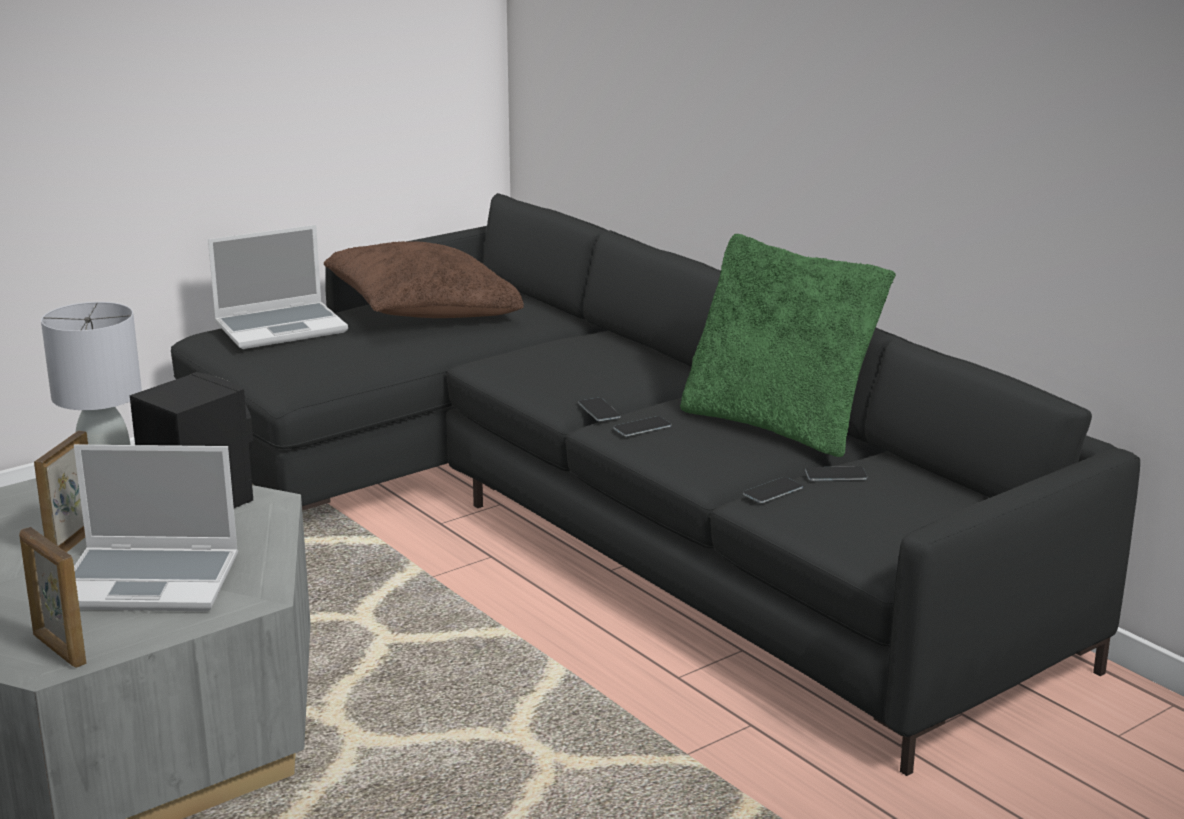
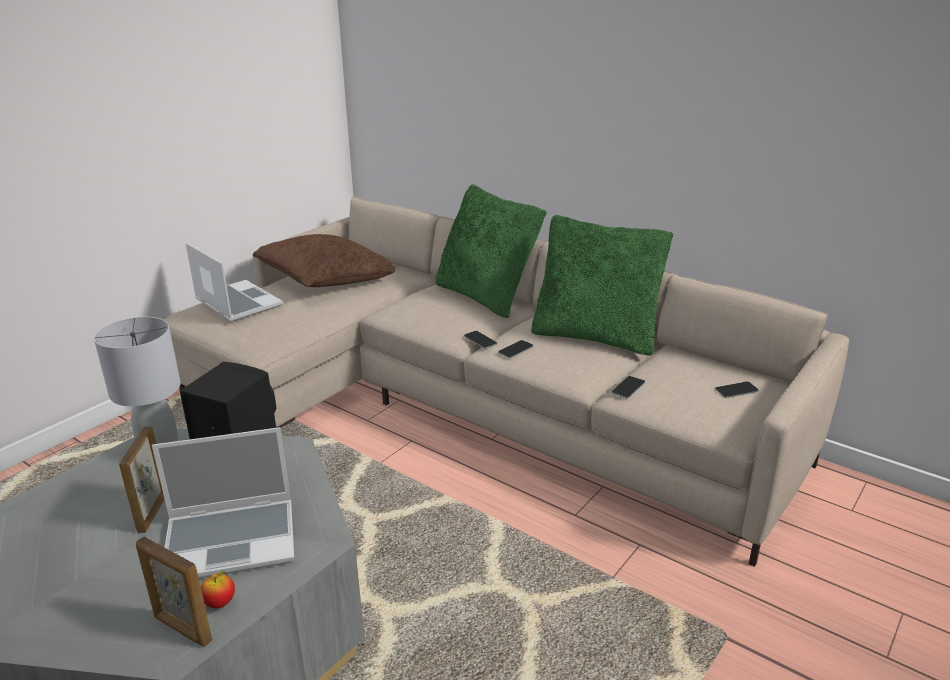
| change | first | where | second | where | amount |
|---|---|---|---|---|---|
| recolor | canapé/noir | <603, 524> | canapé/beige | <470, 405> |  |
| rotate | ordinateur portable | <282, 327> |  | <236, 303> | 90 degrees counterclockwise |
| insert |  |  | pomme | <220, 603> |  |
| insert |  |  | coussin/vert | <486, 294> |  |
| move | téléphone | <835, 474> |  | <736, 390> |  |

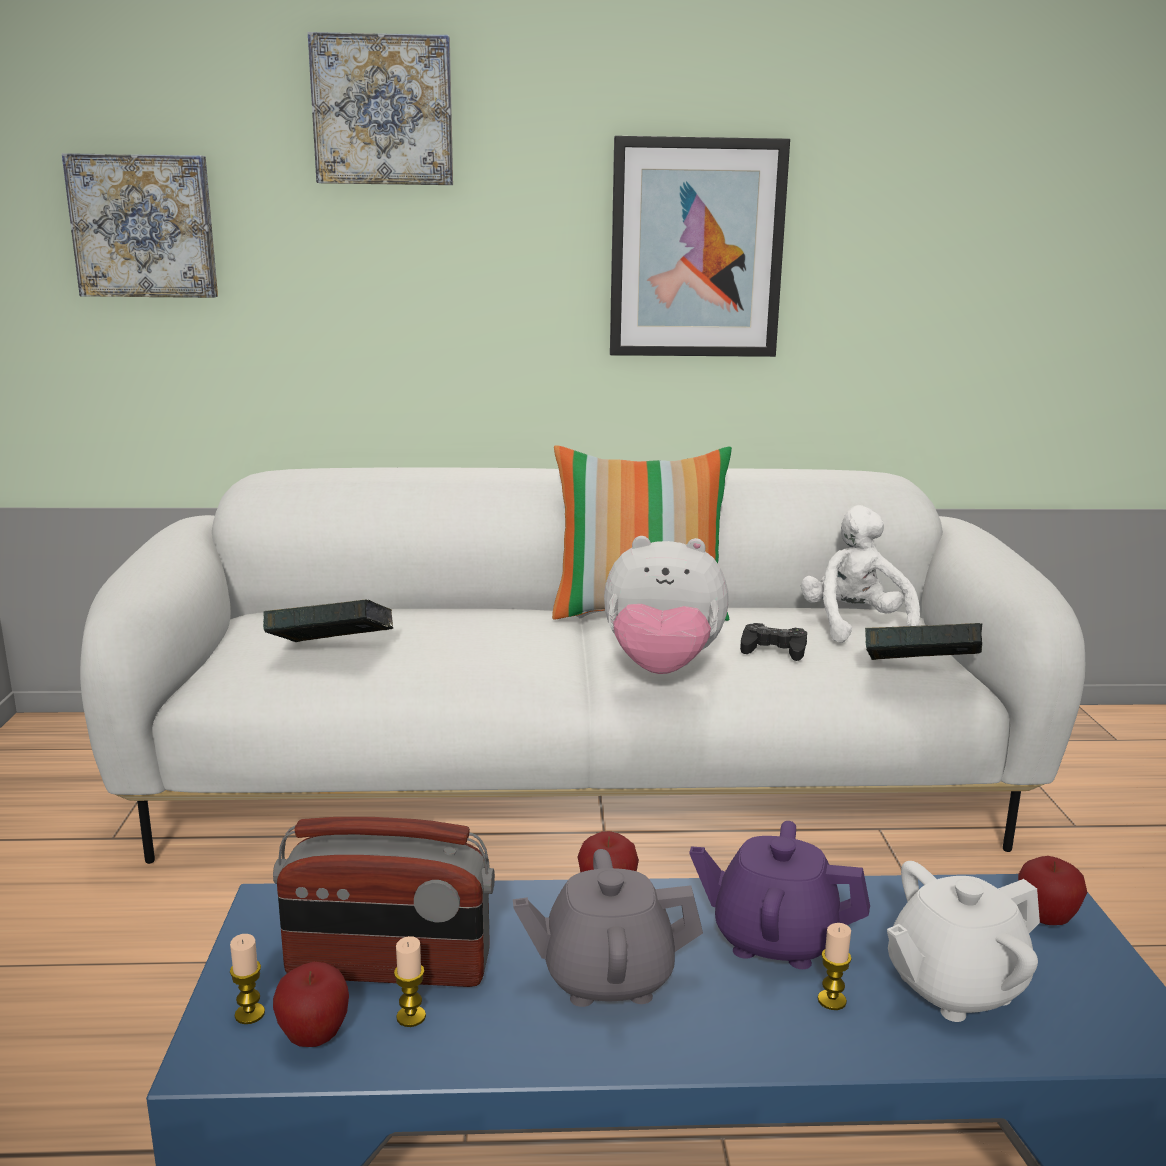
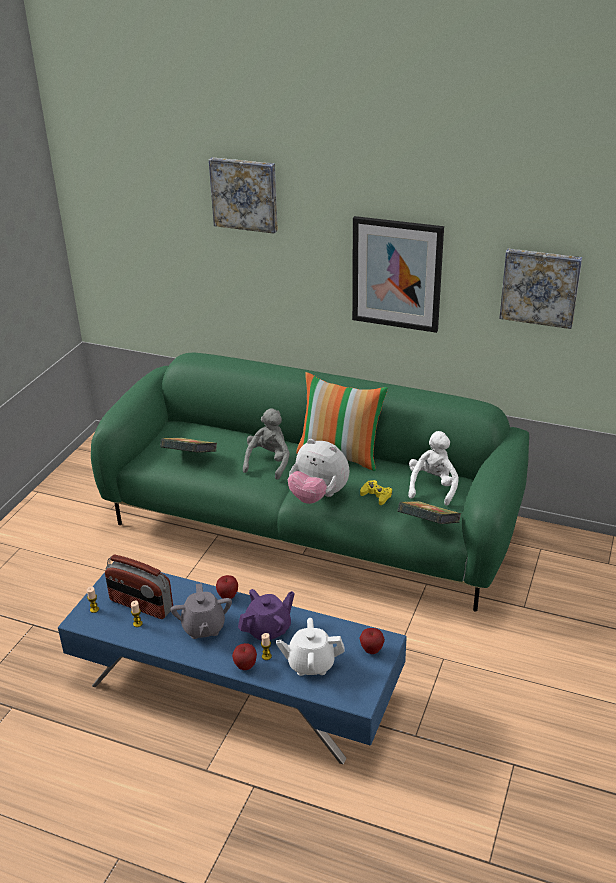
| change | first | where | second | where | amount |
|---|---|---|---|---|---|
| recolor | canapé/blanc | <581, 784> | canapé/vert | <310, 526> |  |
| rotate | théière/gris | <606, 977> |  | <203, 627> | 120 degrees counterclockwise |
| move | pomme | <314, 1037> |  | <245, 666> |  |
| rotate | théière/violet | <773, 939> |  | <268, 630> | 105 degrees clockwise |
| insert |  |  | peluche/gris | <269, 462> |  |
| recolor | manette/noir | <773, 650> | manette/jaune | <376, 495> |  |
| move | tableau | <144, 226> |  | <540, 287> |  |

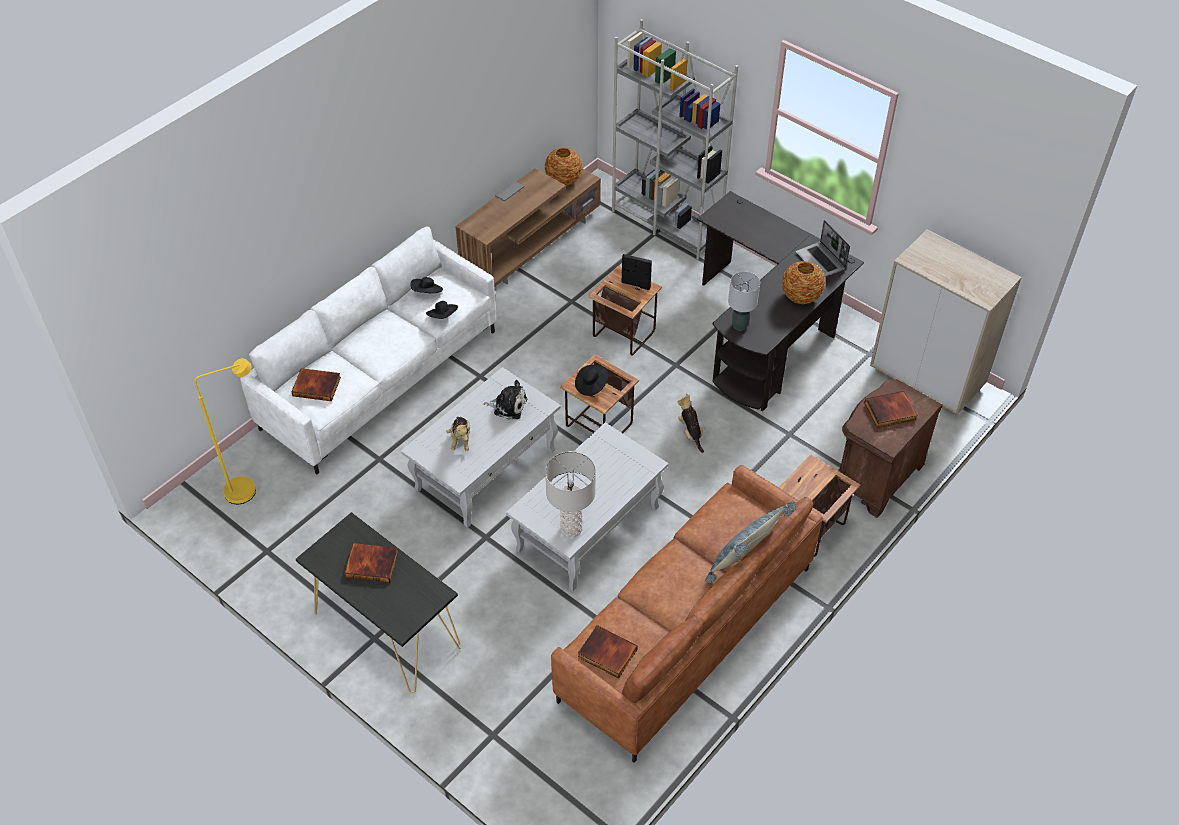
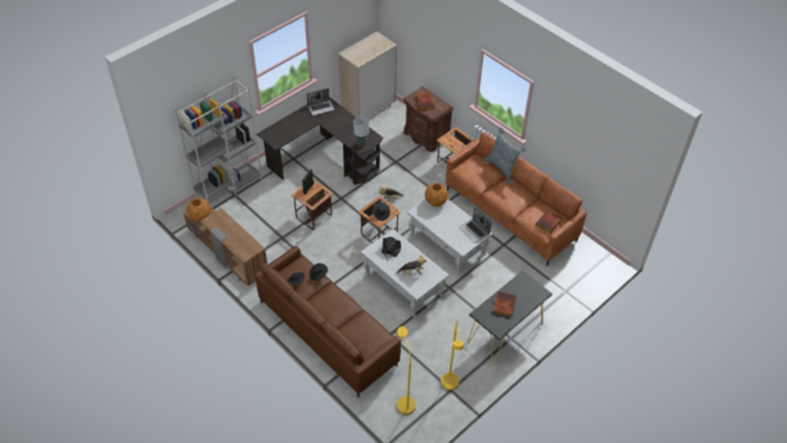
| change | first | where | second | where | amount |
|---|---|---|---|---|---|
| recolor | canapé/blanc | <382, 381> | canapé/marron | <328, 332> |  |
| move | vase | <801, 296> |  | <435, 201> |  |
| insert |  |  | lampadaire/jaune | <450, 387> |  |
| replace | lampe de table/blanc | <571, 529> | ordinateur portable | <475, 231> |  |
| delete | livre | <317, 386> |  |  |  |

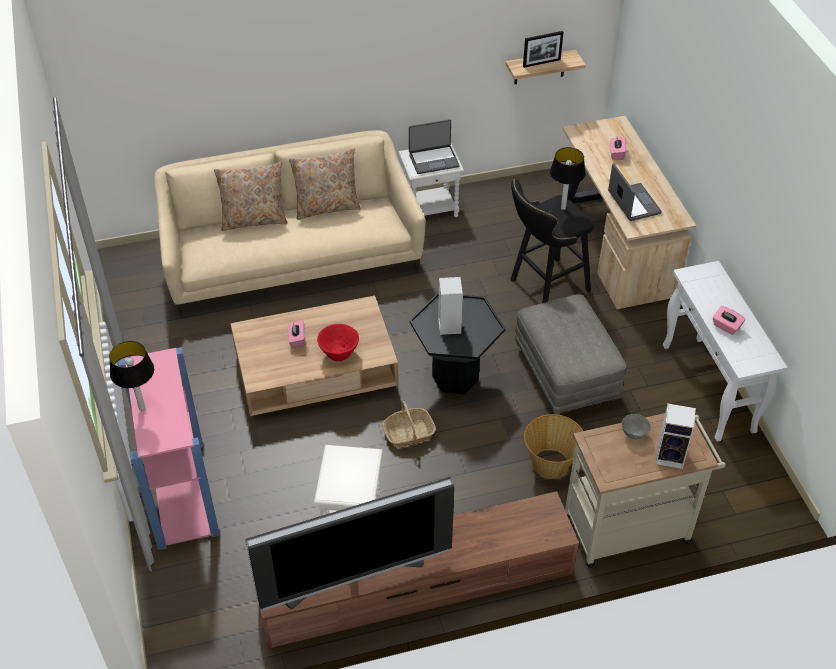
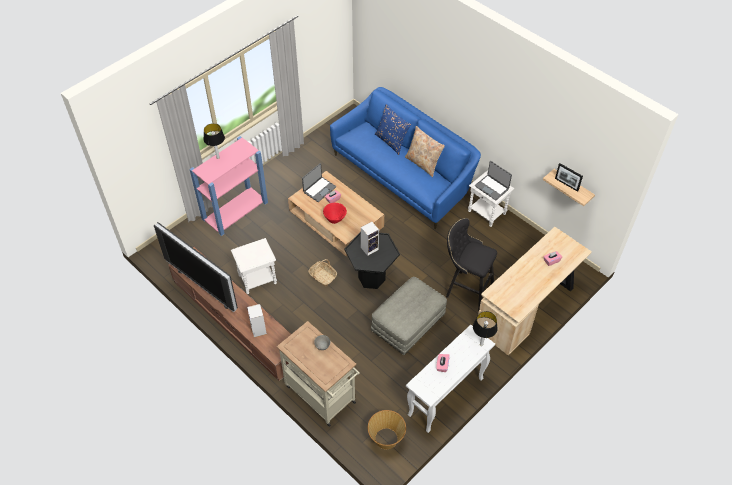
| change | first | where | second | where | amount |
|---|---|---|---|---|---|
| move | enceinte | <671, 456> |  | <259, 330> |  |
| move | ordinateur portable | <633, 203> |  | <319, 189> |  |
| recolor | canapé/beige | <291, 258> | canapé/bleu | <404, 175> |  |
| move | panier | <551, 464> |  | <386, 439> |  |
| recolor | coussin/beige | <254, 220> | coussin/bleu | <391, 141> |  |
| move | lampe de table | <563, 208> |  | <481, 343> |  |

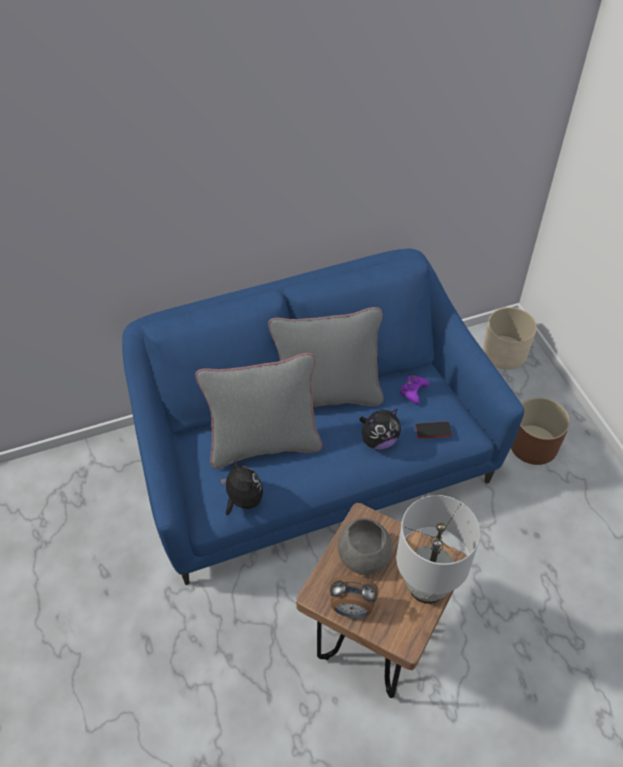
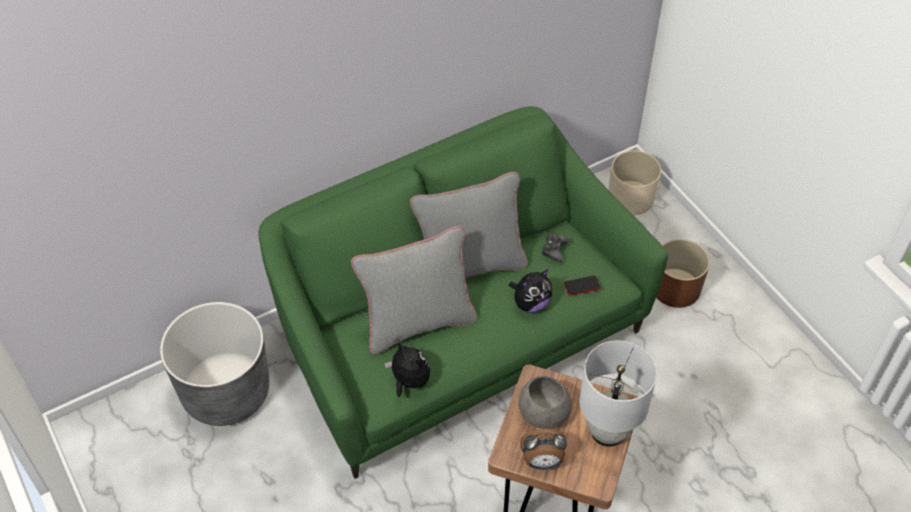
| change | first | where | second | where | amount |
|---|---|---|---|---|---|
| insert |  |  | cache-pot/gris | <226, 392> |  |
| recolor | canapé/bleu | <312, 461> | canapé/vert | <456, 336> |  |
| recolor | manette/violet | <413, 391> | manette/noir | <554, 250> |  |

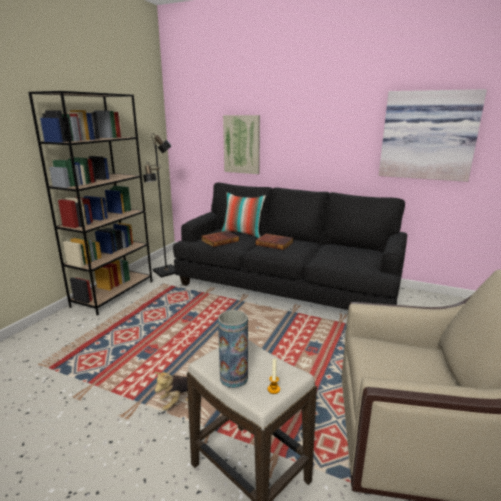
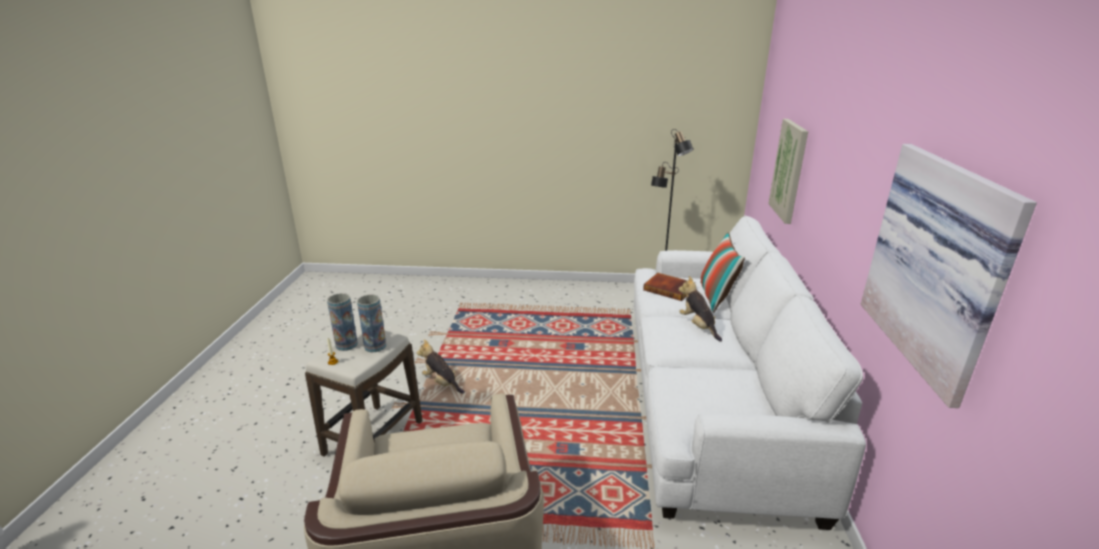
| change | first | where | second | where | amount |
|---|---|---|---|---|---|
| insert |  |  | vase | <375, 346> |  |
| recolor | canapé/noir | <286, 287> | canapé/blanc | <710, 399> |  |
| replace | livre | <275, 243> | peluche | <698, 326> |  |
| delete | bibliothèque/beige | <113, 293> |  |  |  |

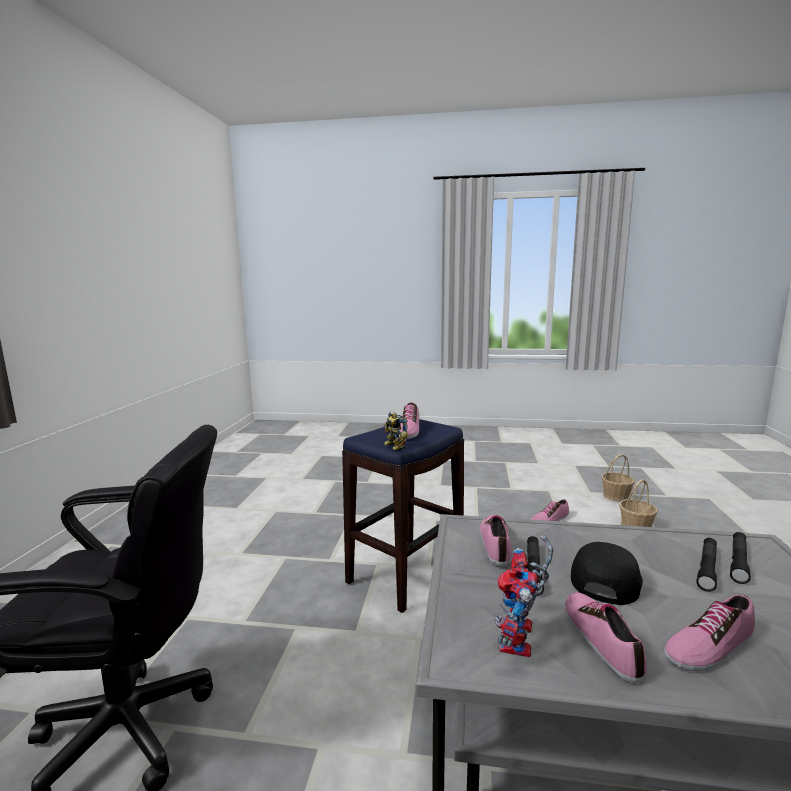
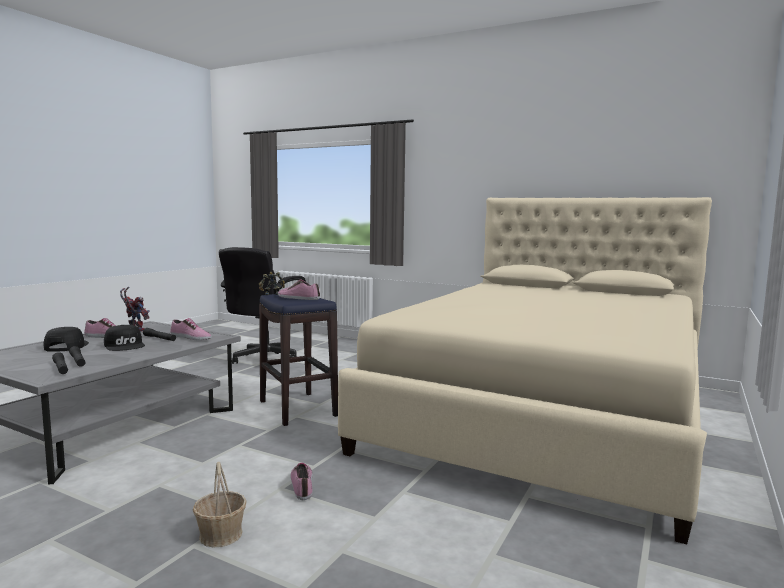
| change | first | where | second | where | amount |
|---|---|---|---|---|---|
| replace | chaussure | <708, 645> | casquette/noir | <66, 346> |  |
| insert |  |  | lit/beige | <547, 414> |  |
| delete | panier | <616, 496> |  |  |  |

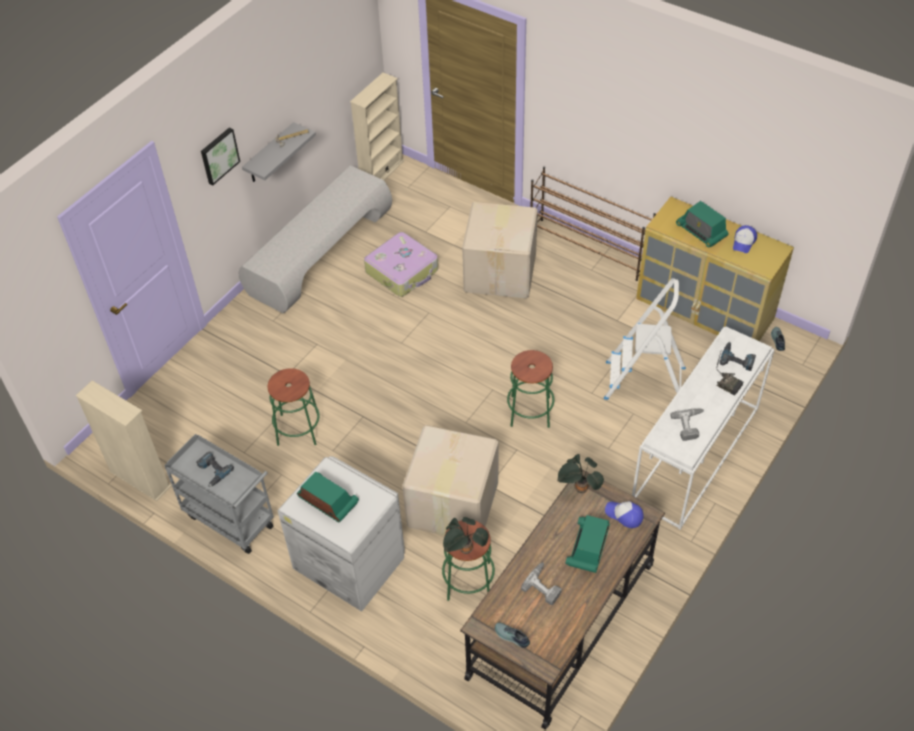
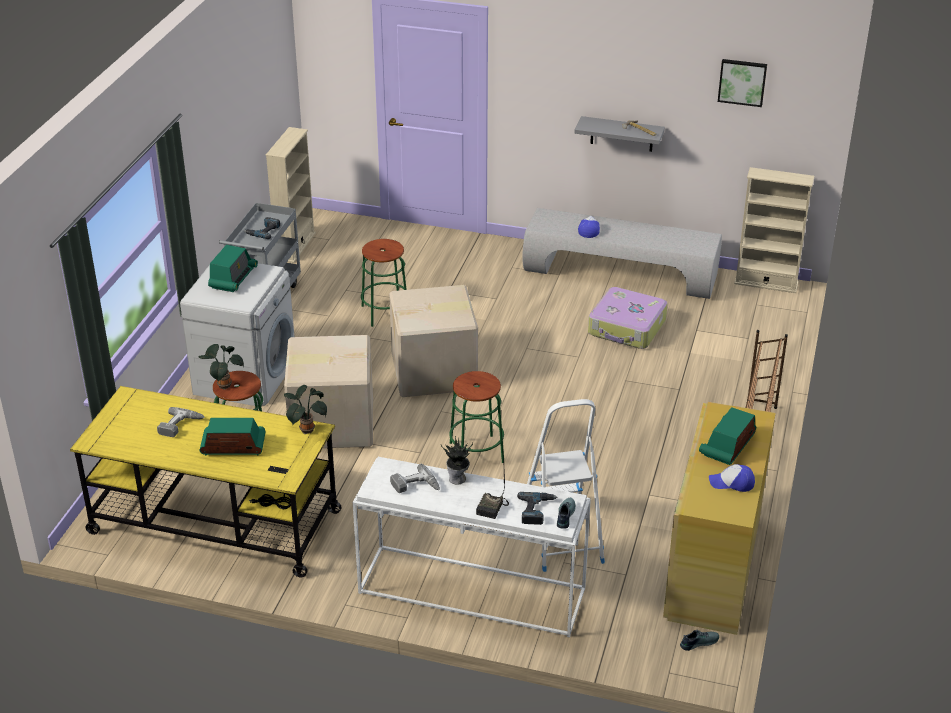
| change | first | where | second | where | amount |
|---|---|---|---|---|---|
| recolor | bureau/marron | <562, 620> | bureau/jaune | <215, 522> |  |
| move | carton | <501, 272> |  | <435, 372> |  |
| insert |  |  | plante en pot | <458, 479> |  |
| move | chaussure | <511, 637> |  | <564, 515> |  |
| move | casquette | <624, 515> |  | <589, 230> |  |
| move | tableau | <219, 155> |  | <742, 82> |  |

